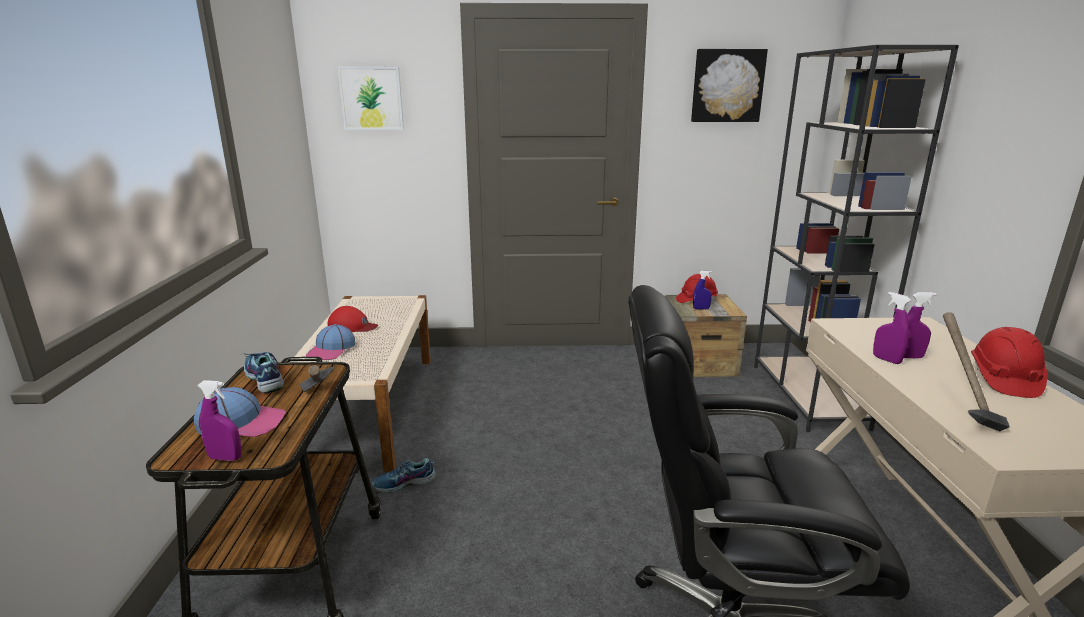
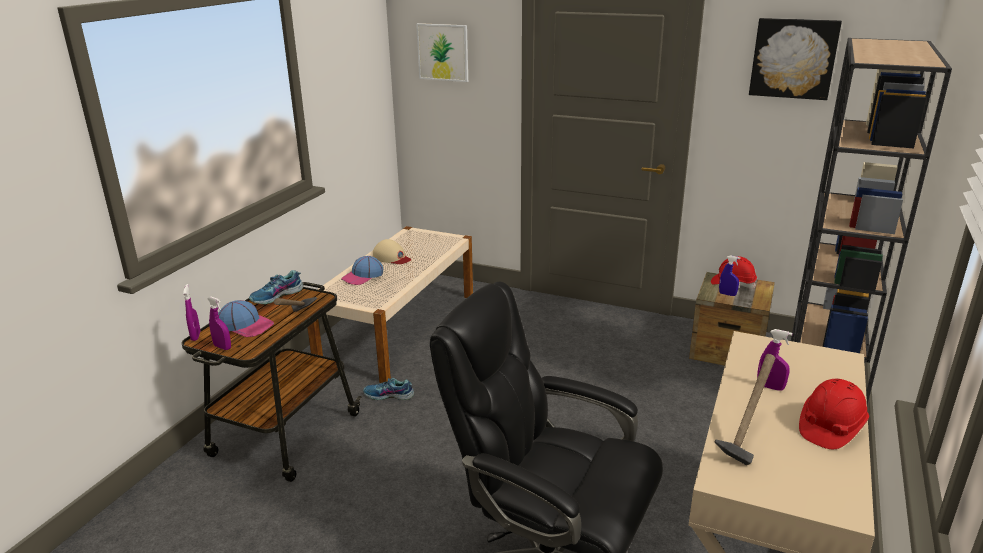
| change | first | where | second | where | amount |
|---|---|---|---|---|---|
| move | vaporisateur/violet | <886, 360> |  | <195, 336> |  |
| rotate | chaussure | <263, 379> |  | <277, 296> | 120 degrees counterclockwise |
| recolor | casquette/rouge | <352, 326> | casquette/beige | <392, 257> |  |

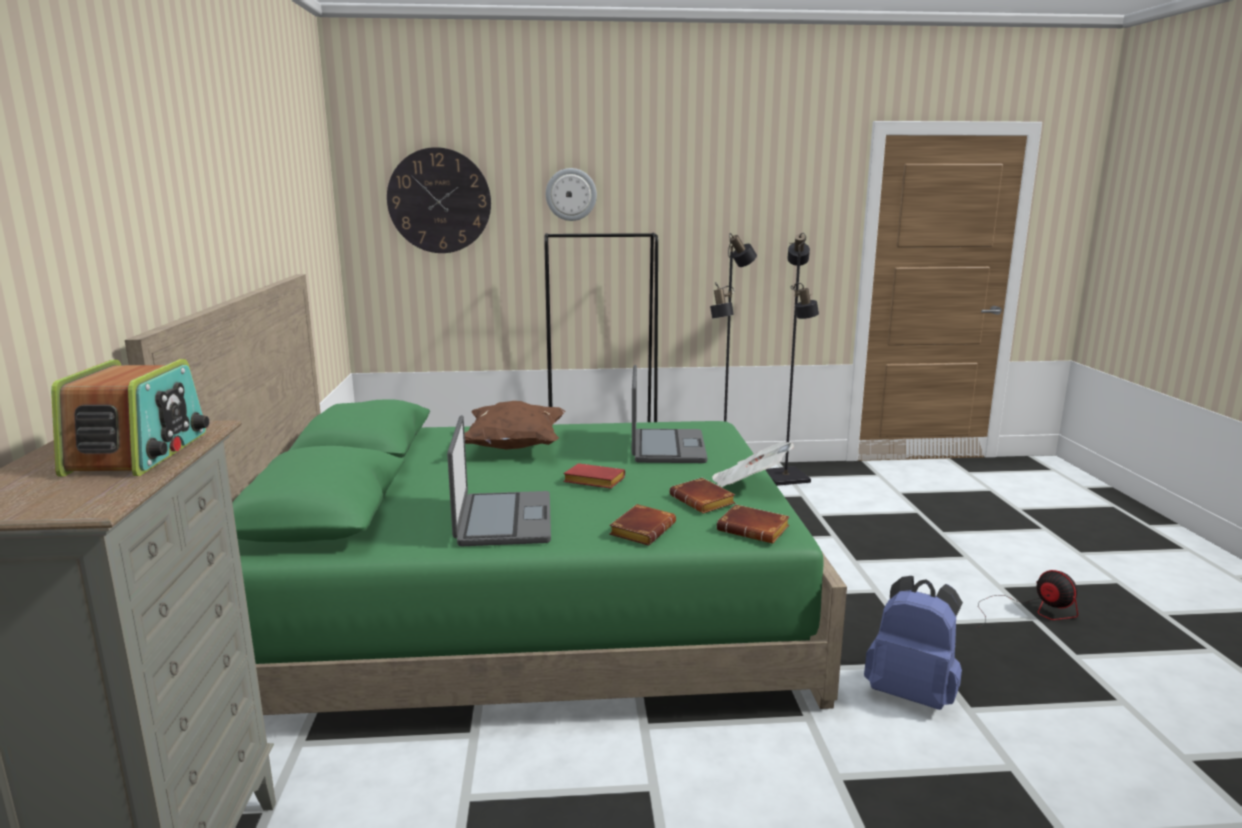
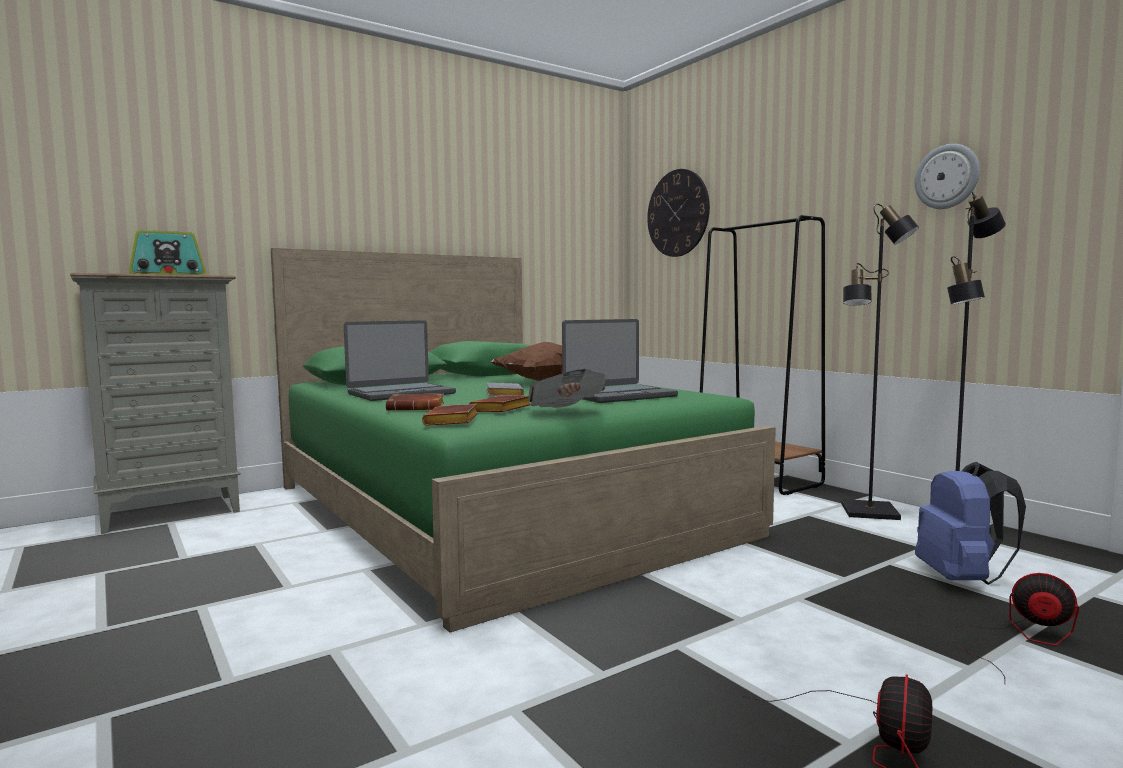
| change | first | where | second | where | amount |
|---|---|---|---|---|---|
| recolor | livre/rouge | <592, 481> | livre/gris | <502, 395> |  |
| move | horloge murale | <571, 194> |  | <947, 177> |  |
| move | sac à dos/bleu | <912, 693> |  | <962, 579> |  |
| insert |  |  | ventilateur | <1018, 639> |  |

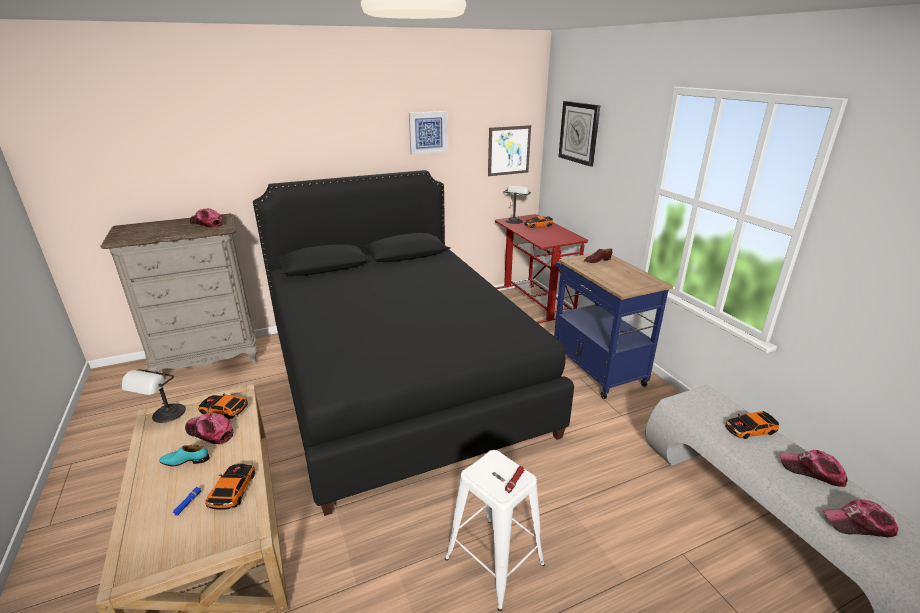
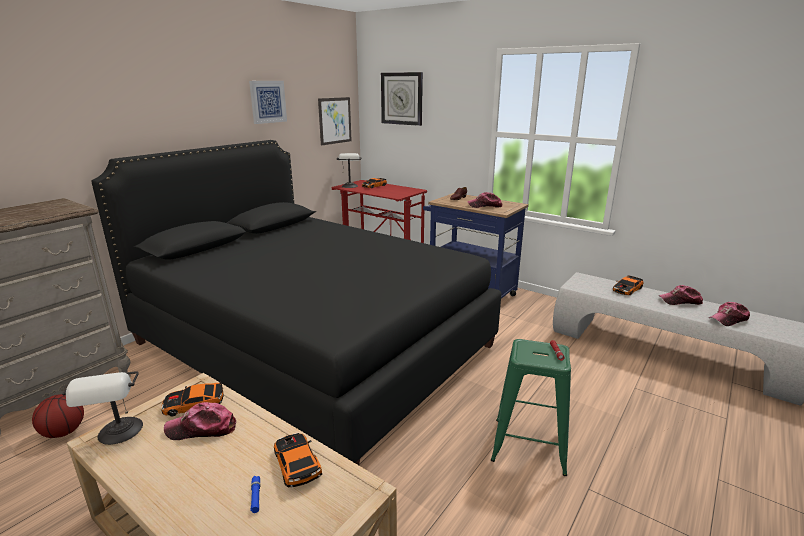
| change | first | where | second | where | amount |
|---|---|---|---|---|---|
| insert |  |  | ballon de basket | <64, 432> |  |
| move | casquette | <206, 223> |  | <485, 206> |  |
| recolor | tabouret/blanc | <494, 561> | tabouret/vert | <529, 446> |  |
| delete | chaussure/turquoise | <185, 461> |  |  |  |

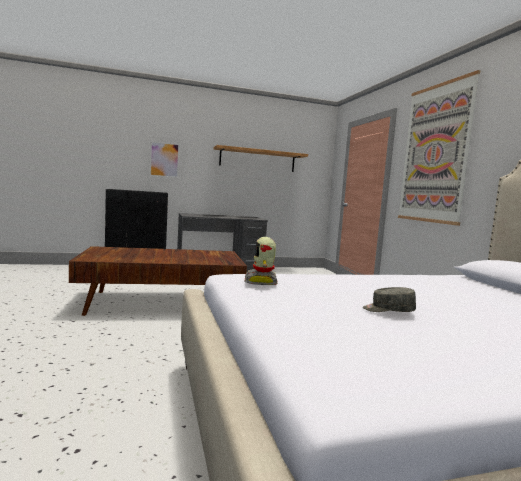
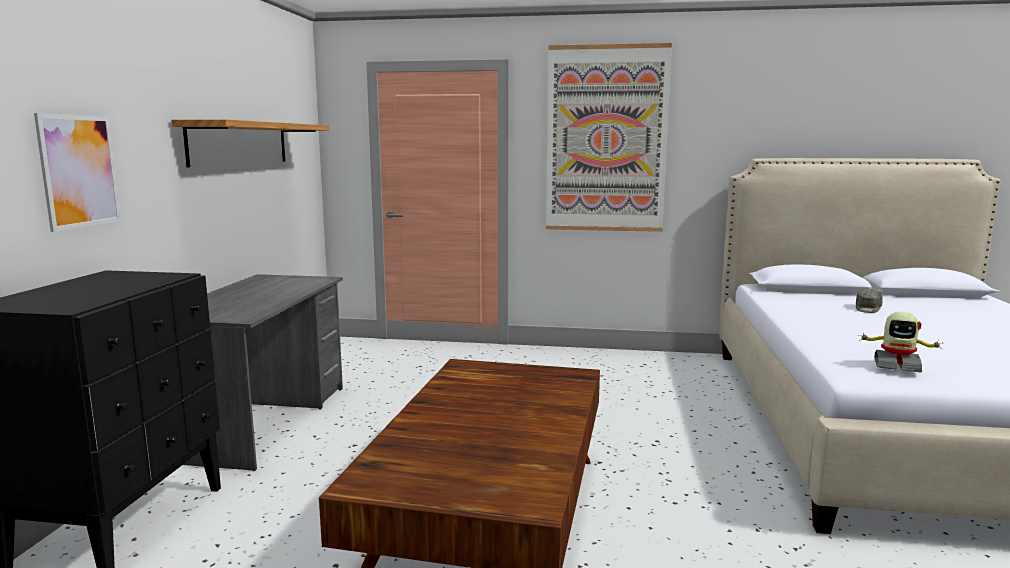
| change | first | where | second | where | amount |
|---|---|---|---|---|---|
| move | casquette/gris | <388, 310> |  | <867, 308> |  |

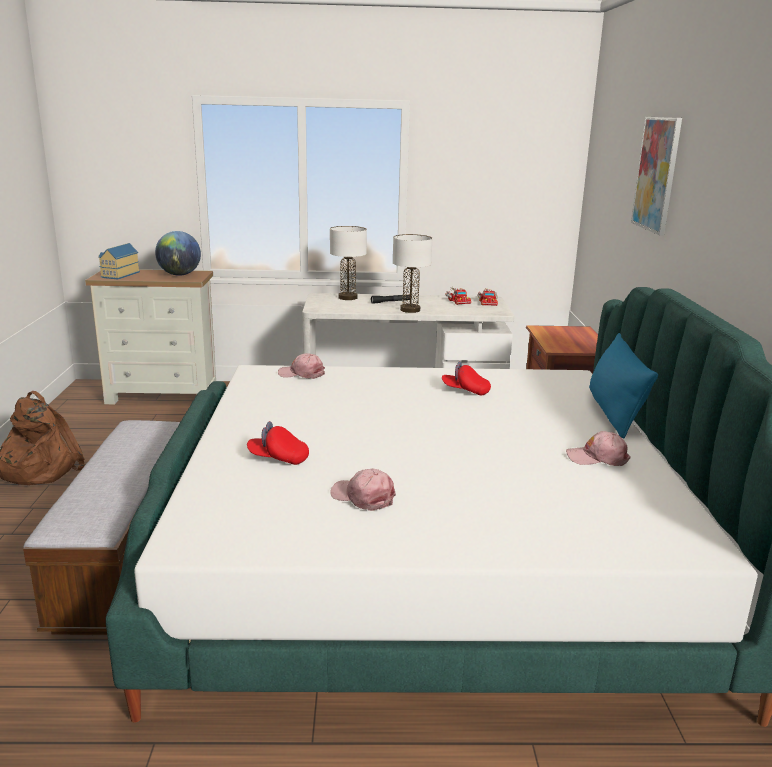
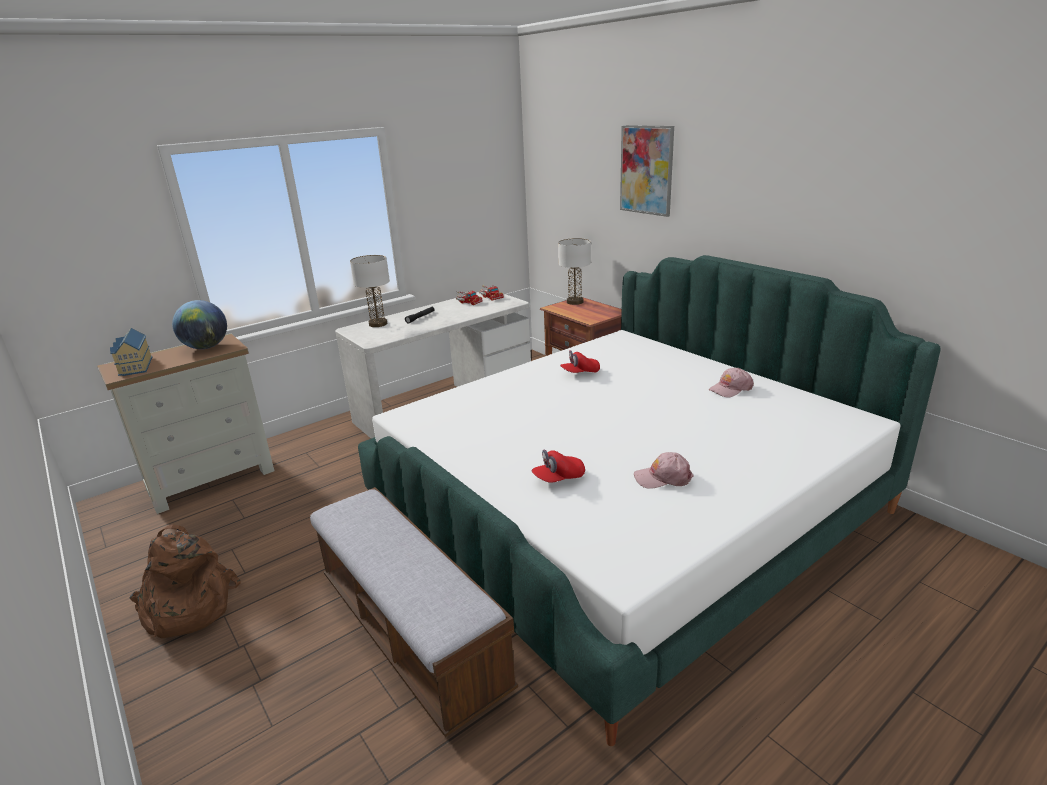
| change | first | where | second | where | amount |
|---|---|---|---|---|---|
| move | lampe de table | <410, 310> |  | <575, 302> |  |
| delete | casquette/rose | <302, 374> |  |  |  |
| delete | coussin/bleu | <614, 412> |  |  |  |

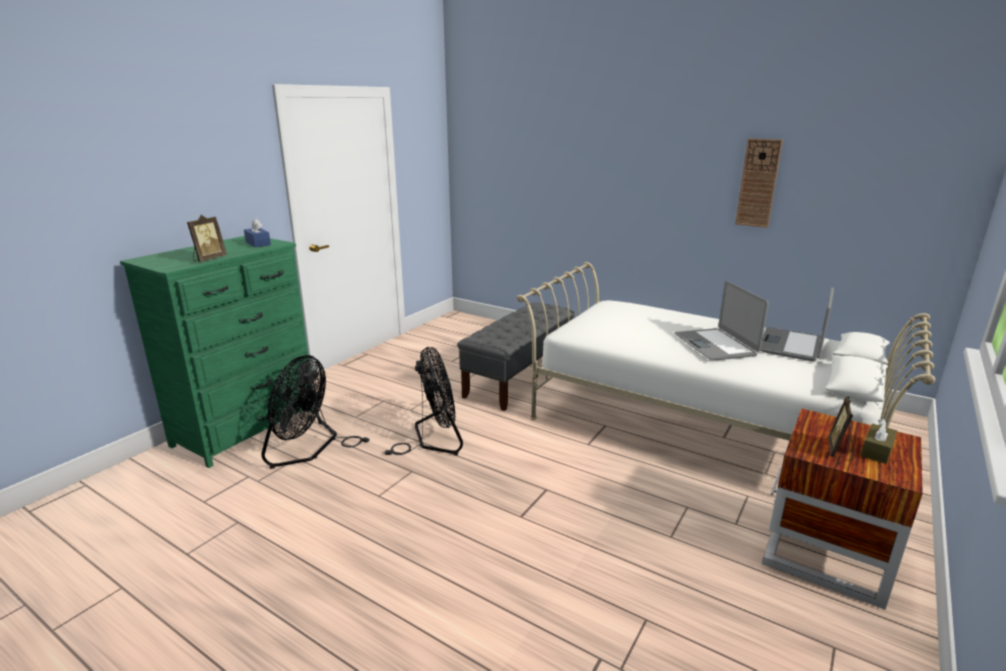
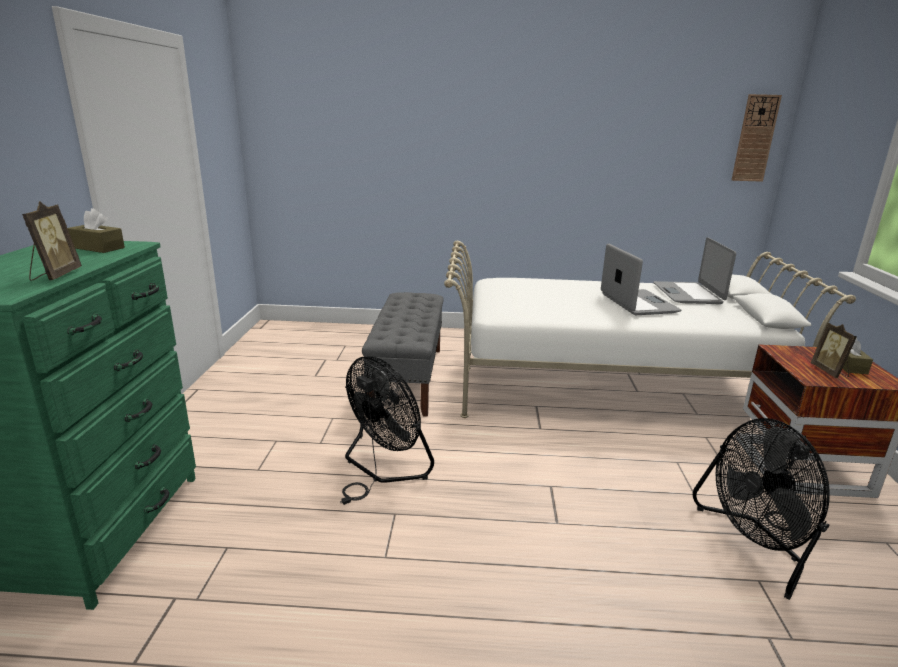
| change | first | where | second | where | amount |
|---|---|---|---|---|---|
| recolor | boîte à mouchoirs/bleu | <258, 243> | boîte à mouchoirs/marron | <98, 248> |  |
| rotate | ordinateur portable | <715, 345> |  | <637, 303> | 150 degrees counterclockwise |
| move | ventilateur/noir | <315, 444> |  | <757, 541> |  |
| move | horloge murale | <758, 183> |  | <755, 138> |  |

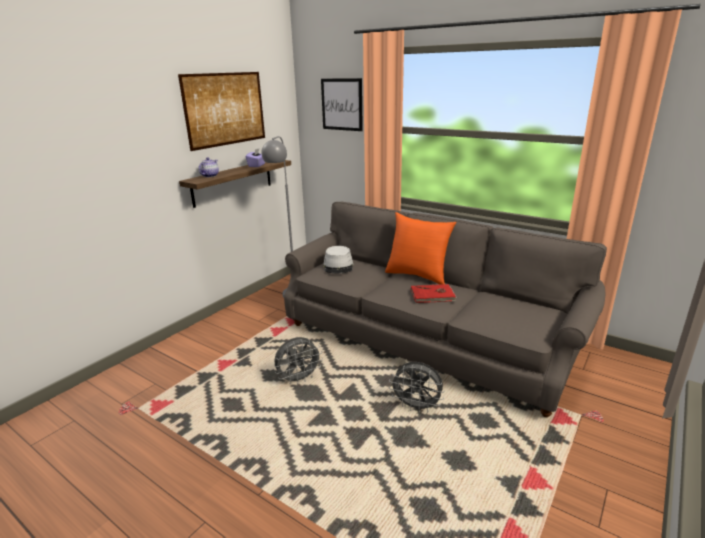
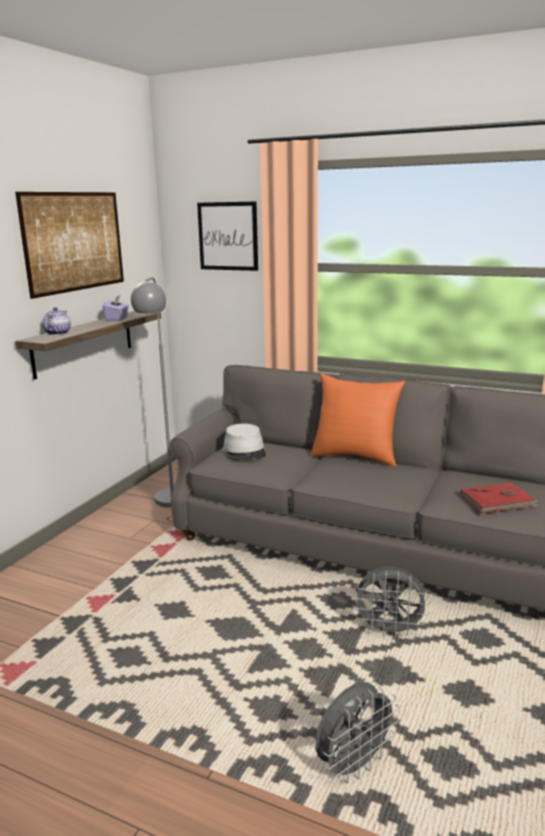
| change | first | where | second | where | amount |
|---|---|---|---|---|---|
| move | ventilateur/gris | <299, 379> |  | <353, 765> |  |
| move | livre/rouge | <433, 296> |  | <498, 501> |  |

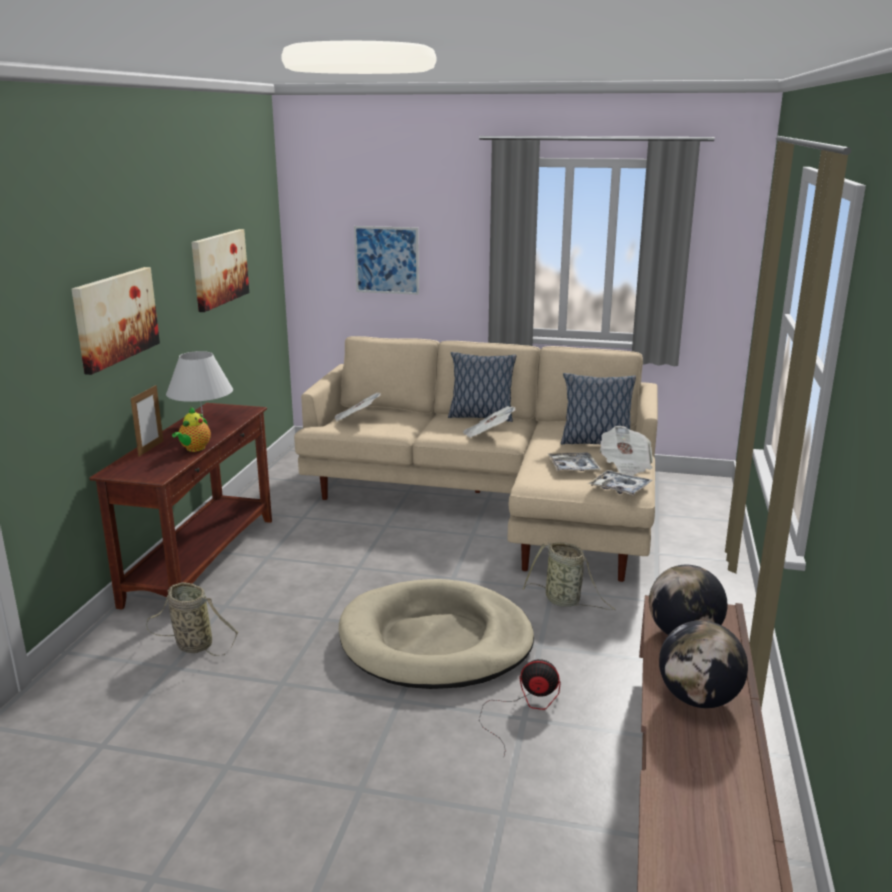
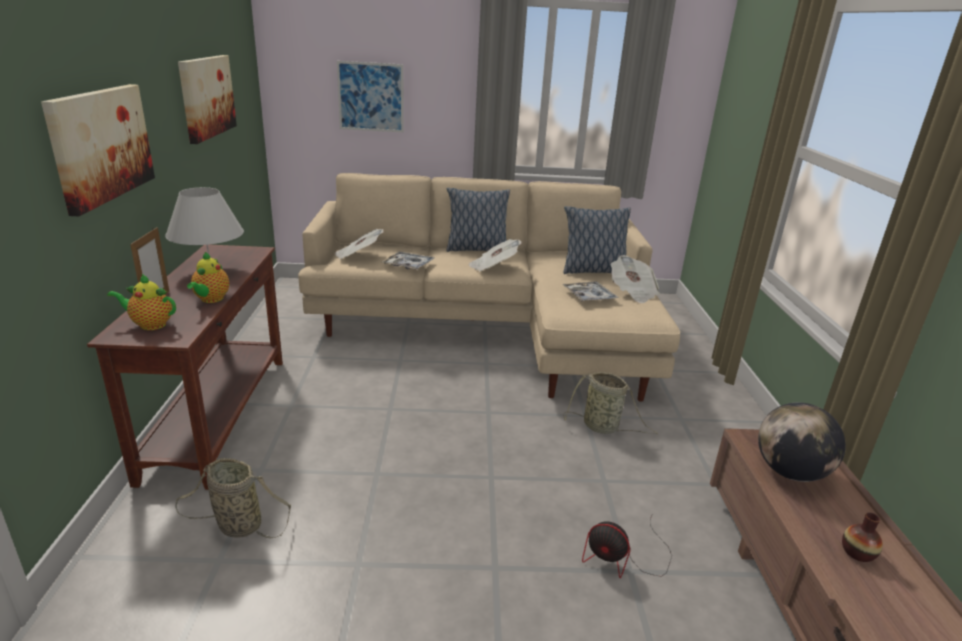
| change | first | where | second | where | amount |
|---|---|---|---|---|---|
| insert |  |  | théière | <150, 324> |  |
| move | plateau | <619, 488> |  | <408, 265> |  |
| rotate | ventilateur | <523, 708> |  | <623, 558> | 150 degrees counterclockwise |
| replace | globe | <698, 699> | vase | <857, 552> |  |
| delete | panier pour chien/beige | <435, 641> |  |  |  |

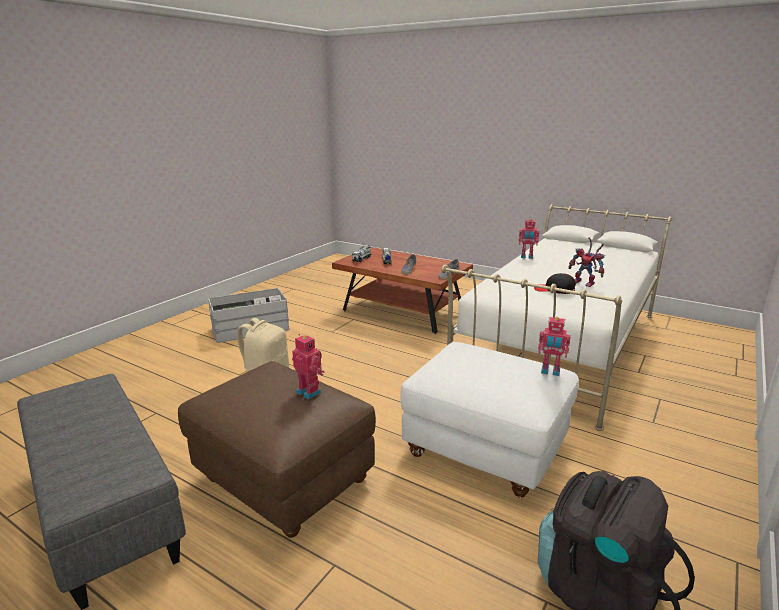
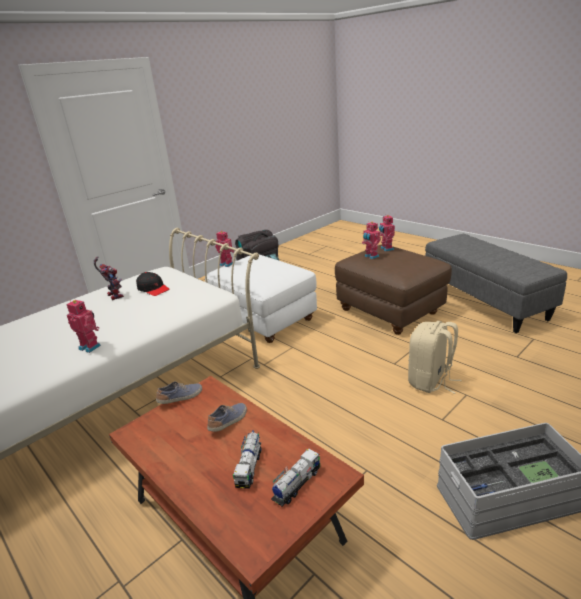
| change | first | where | second | where | amount |
|---|---|---|---|---|---|
| insert |  |  | robot jouet | <386, 249> |  |

